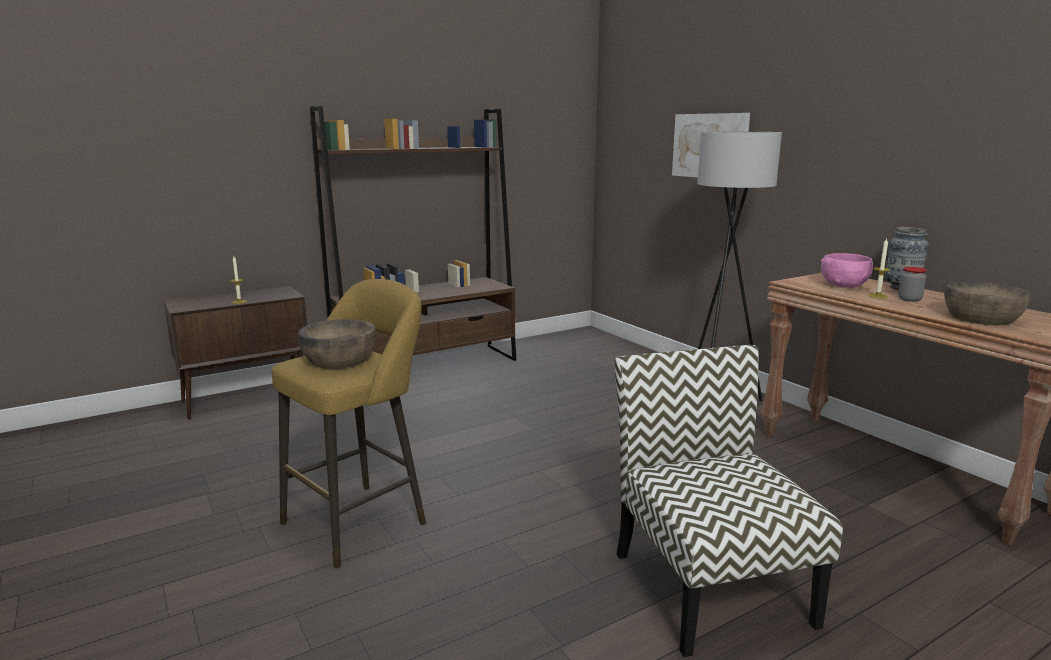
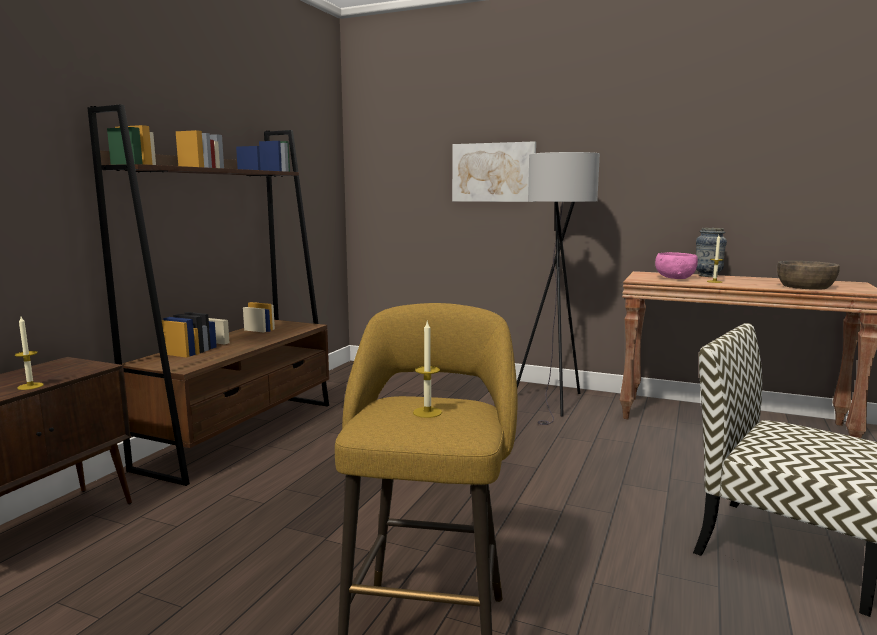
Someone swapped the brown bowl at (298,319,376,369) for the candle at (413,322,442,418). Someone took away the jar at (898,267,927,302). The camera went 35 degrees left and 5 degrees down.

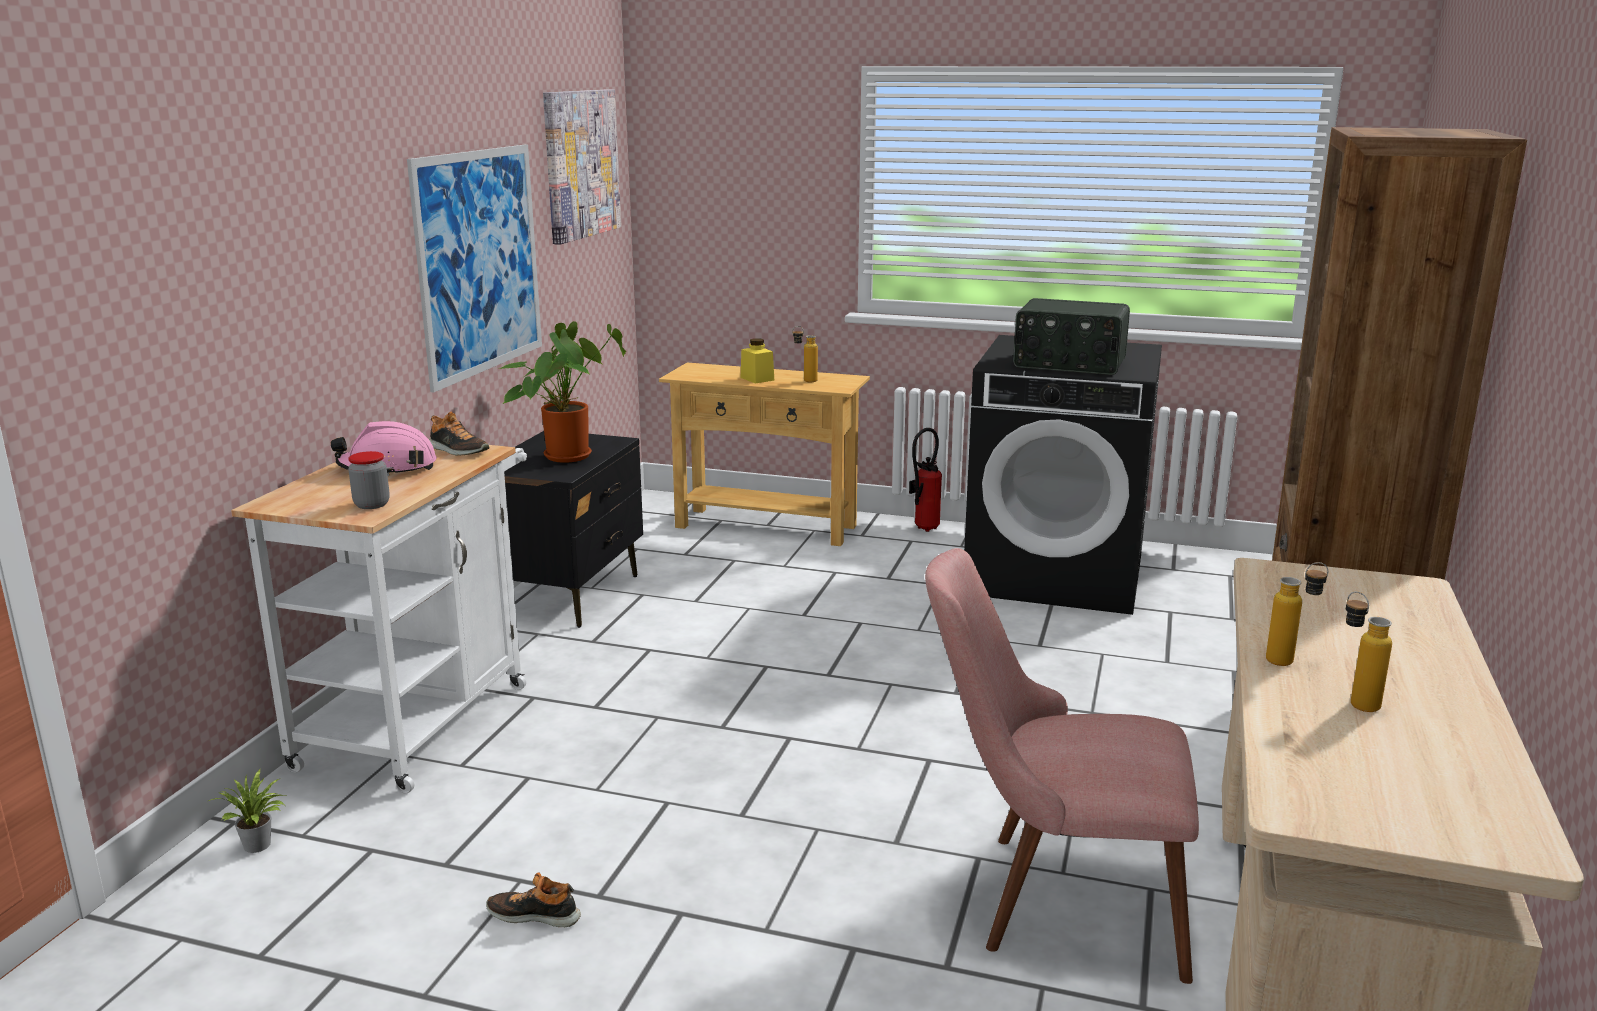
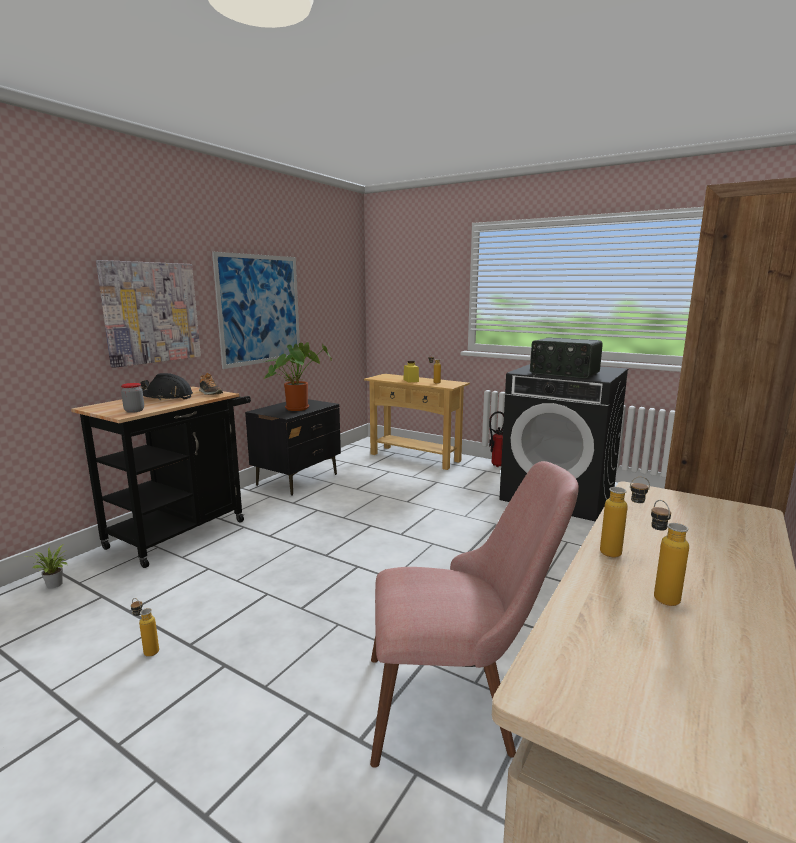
Someone repainted the white cart at (231,445,527,793), which became the black cart at (71,387,251,568). Someone carried the picture from (543,89,621,245) to (96,260,201,368). Someone swapped the shoe at (486,872,581,927) for the bottle at (131,598,159,657). Someone repainted the pink hard hat at (331,421,437,476), which became the black hard hat at (140,373,193,400). Someone rotated the pink chair at (925,548,1199,984) by 150 degrees clockwise. The camera went 15 degrees right and 5 degrees down.

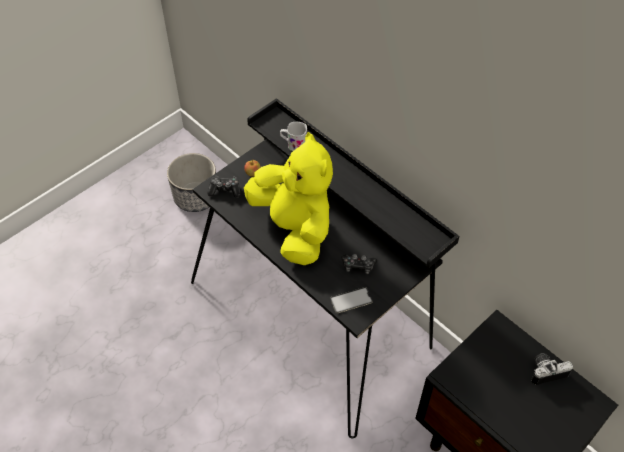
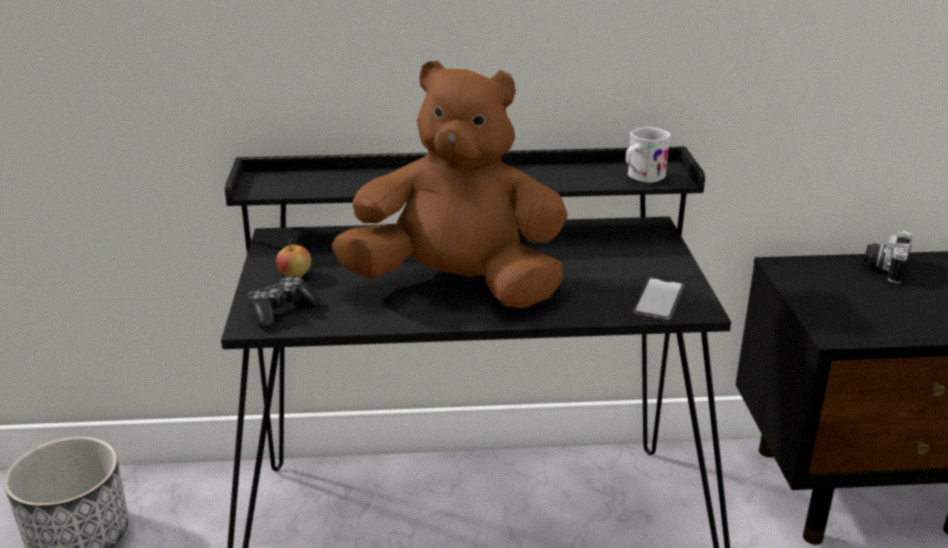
Someone repainted the yellow plush toy at (244,132,333,265), which became the brown plush toy at (331,60,568,308). Someone carried the white mug from (280,122,307,151) to (626,127,671,183). Someone took away the game controller at (341,254,377,274). The camera went 50 degrees left and 25 degrees down.

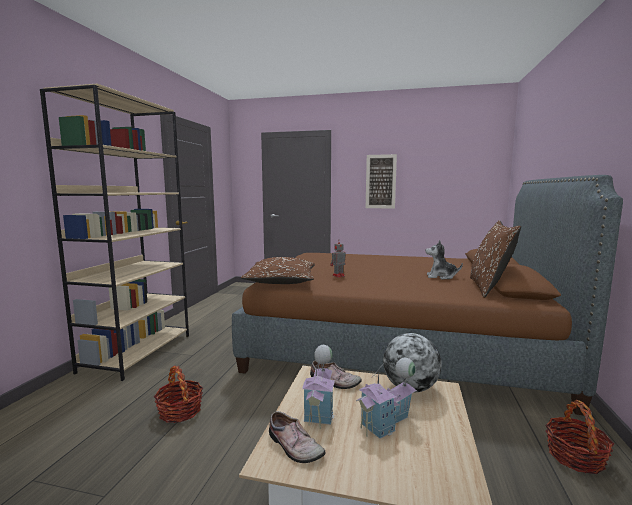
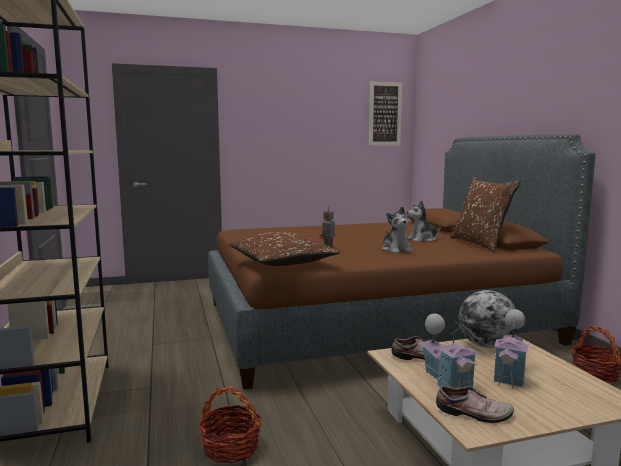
Someone carried the picture from (366,154,397,209) to (369,81,402,145). Someone put down the plush toy at (382,206,413,253). The camera went 30 degrees left and 0 degrees up.

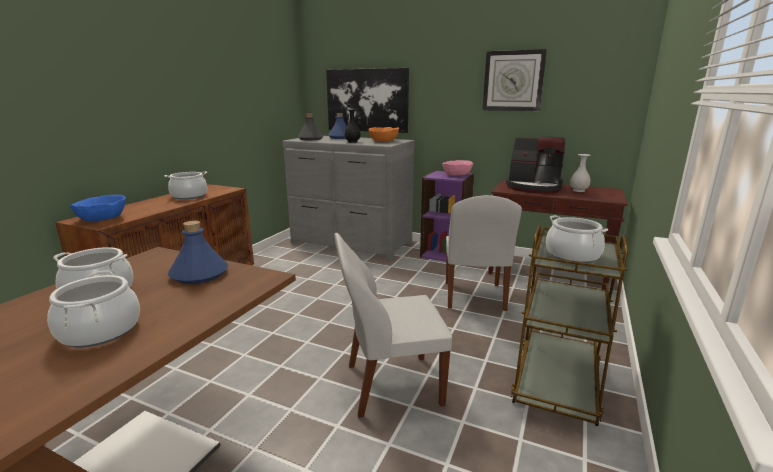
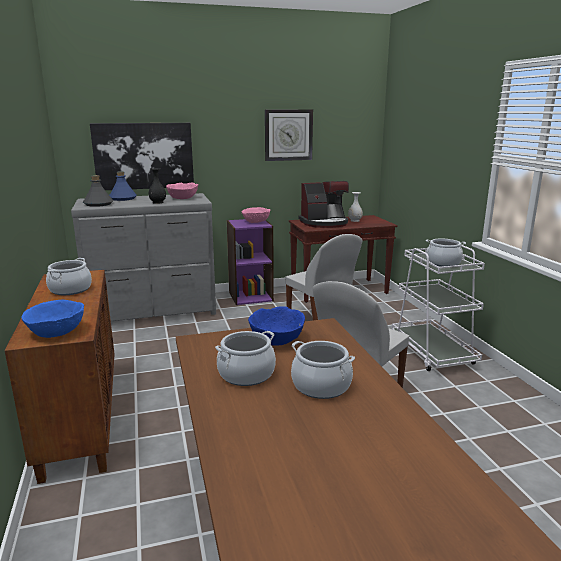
Someone repainted the orange bowl at (368,127,399,142), which became the pink bowl at (166,183,198,199). Someone swapped the blue bottle at (168,221,228,284) for the blue bowl at (248,306,305,346). Someone repainted the brown cart at (510,225,628,426), which became the white cart at (392,245,485,371). The camera went 40 degrees left and 0 degrees up.

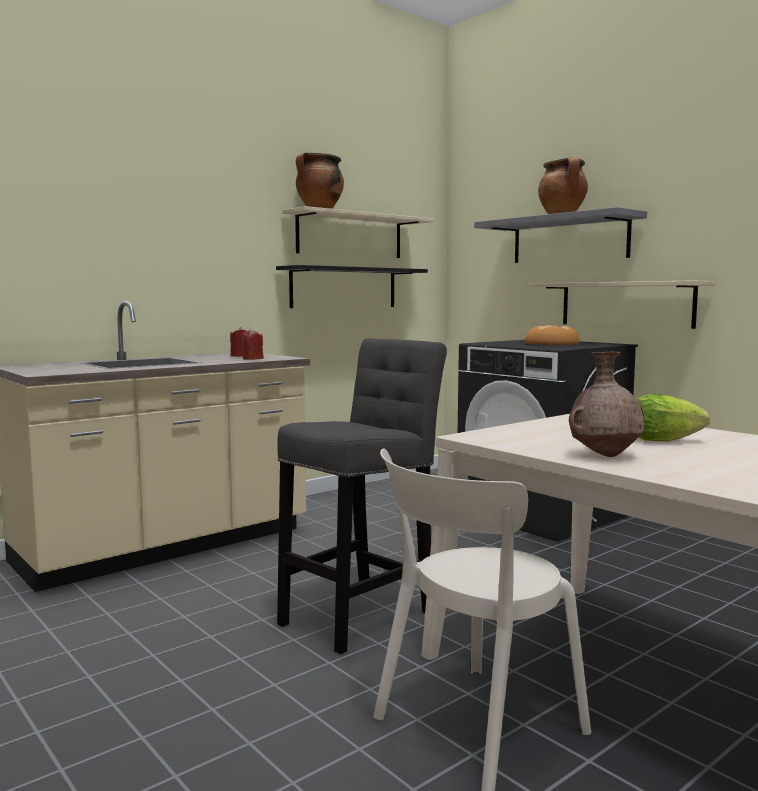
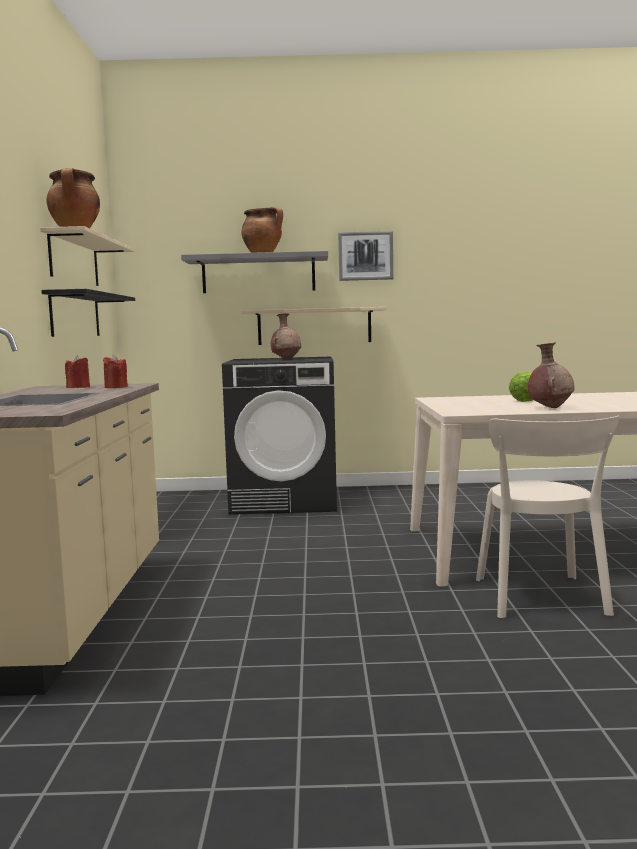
Someone swapped the bread at (525,325,580,345) for the brown vase at (271,313,301,359). Someone put up the picture at (338,231,393,281). Someone took away the grey stool at (277,339,447,654). The camera went 50 degrees left and 0 degrees up.

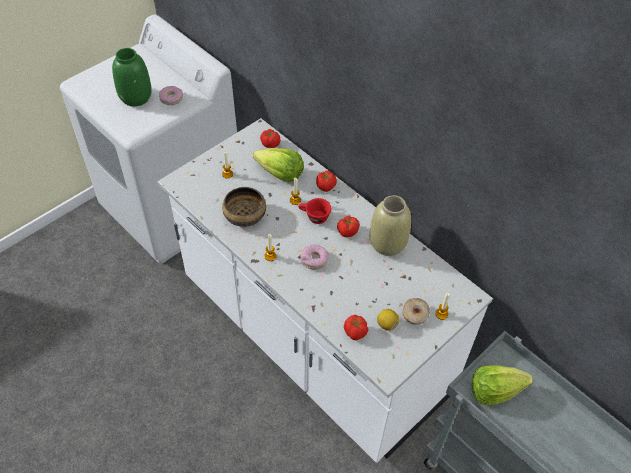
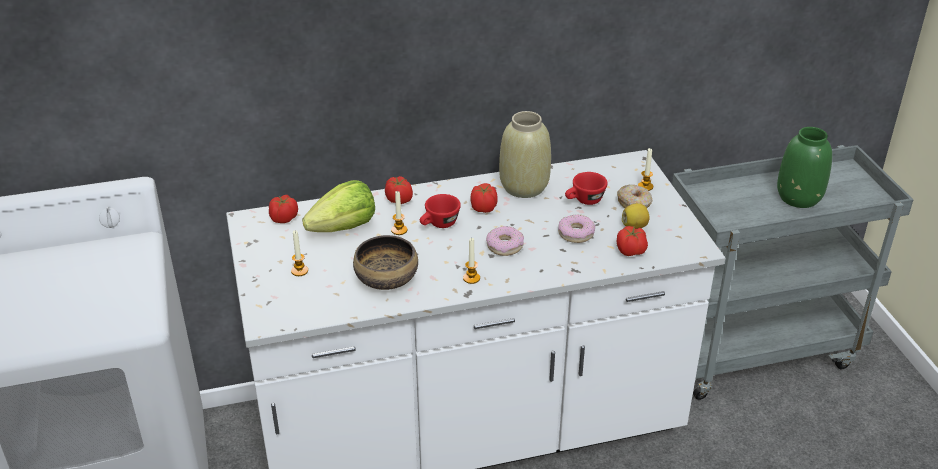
Someone carried the donut from (159,86,183,105) to (558,214,595,243). Someone put down the red cup at (565,172,608,205). Someone carried the green vase from (112,48,152,107) to (777,127,832,208). Someone took away the lettuce at (472,365,533,405). The camera went 60 degrees left and 15 degrees down.

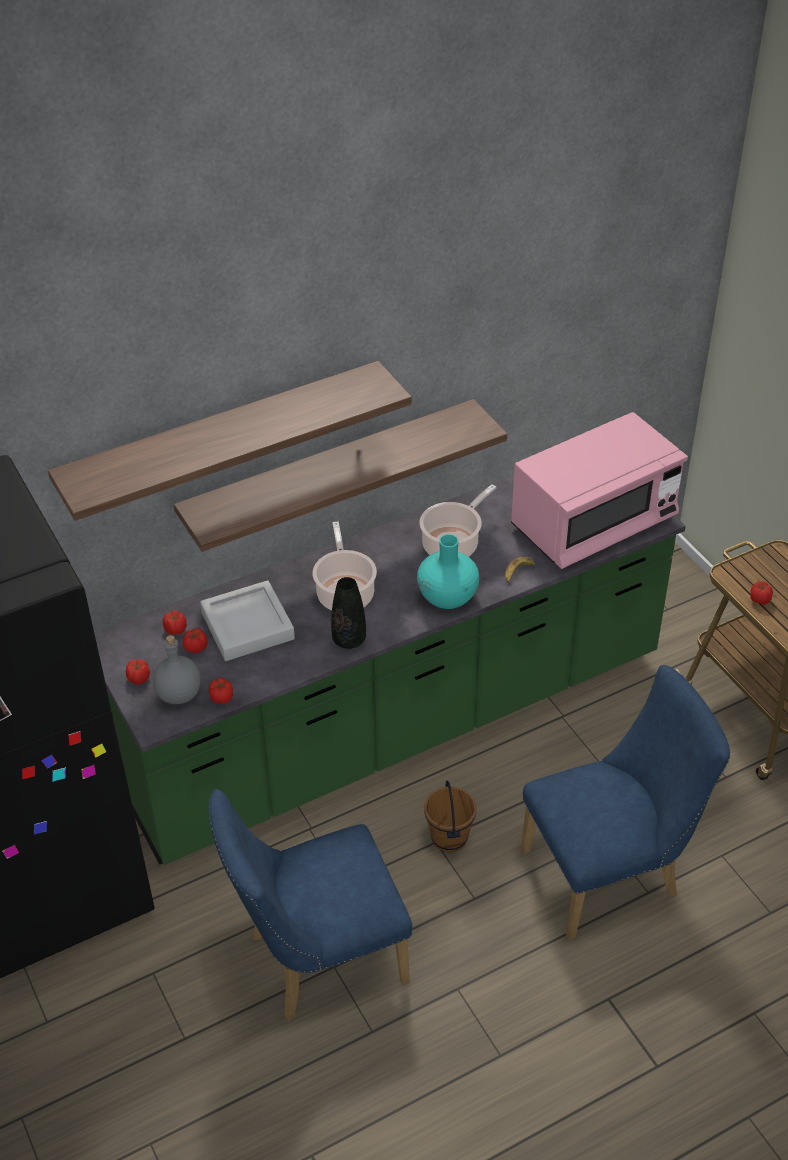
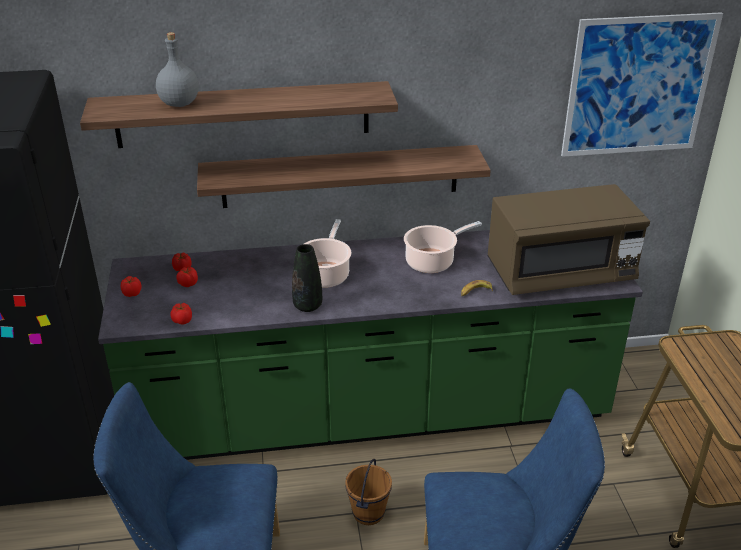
Someone carried the grey bottle from (153,635,201,704) to (156,32,199,107). Someone repainted the pink microwave at (511,412,688,569), which became the brown microwave at (488,184,650,295). Someone put up the picture at (561,12,723,157). Someone took away the grey tray at (200,580,295,661). Someone took away the turquoise vase at (417,534,479,609). Someone took away the tomato at (750,581,773,605). The camera went 20 degrees right and 10 degrees down.

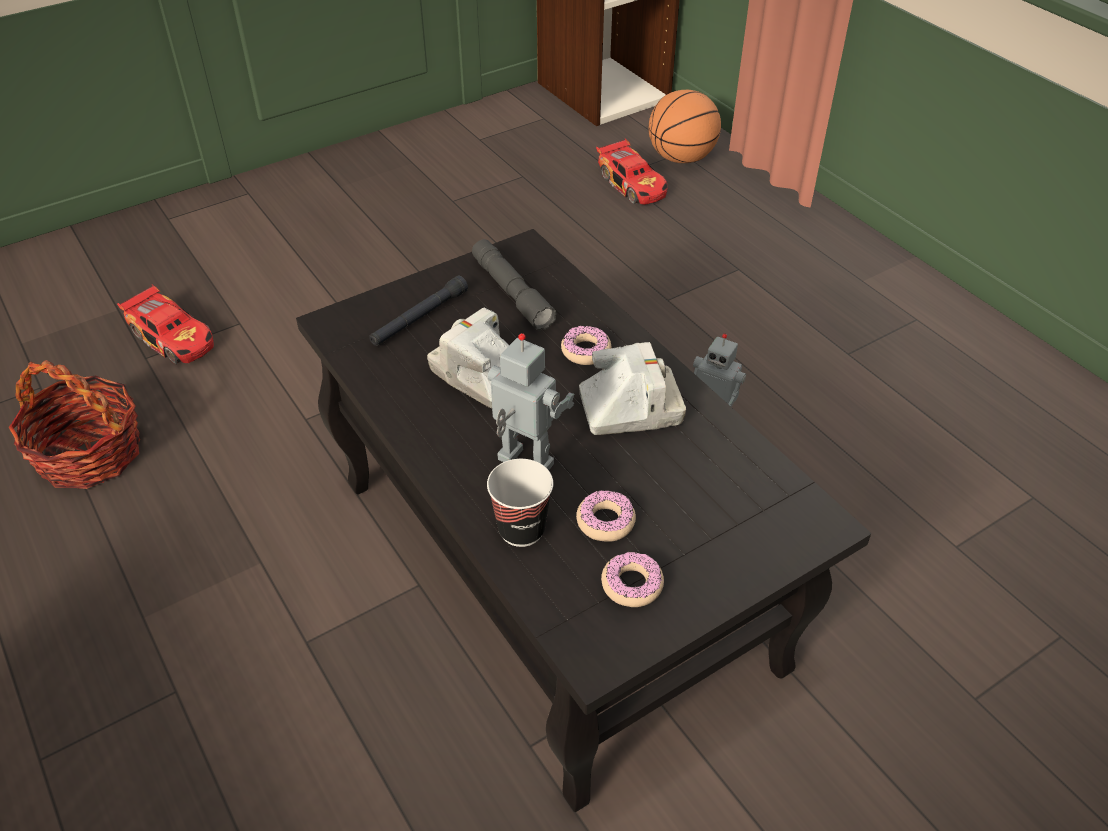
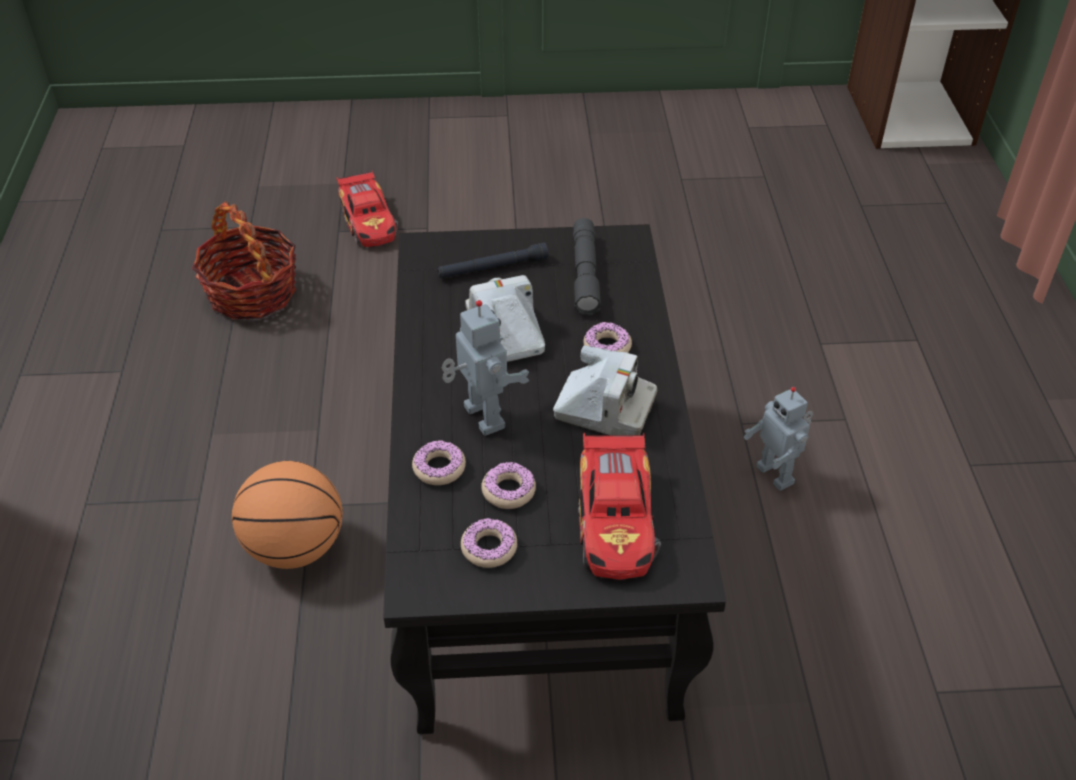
Someone carried the basketball from (649,90,721,163) to (232,461,343,569). Someone swapped the cup at (487,459,553,547) for the donut at (412,440,466,485). Someone carried the toy car from (596,139,667,205) to (578,432,661,580). The camera went 30 degrees right and 0 degrees up.

